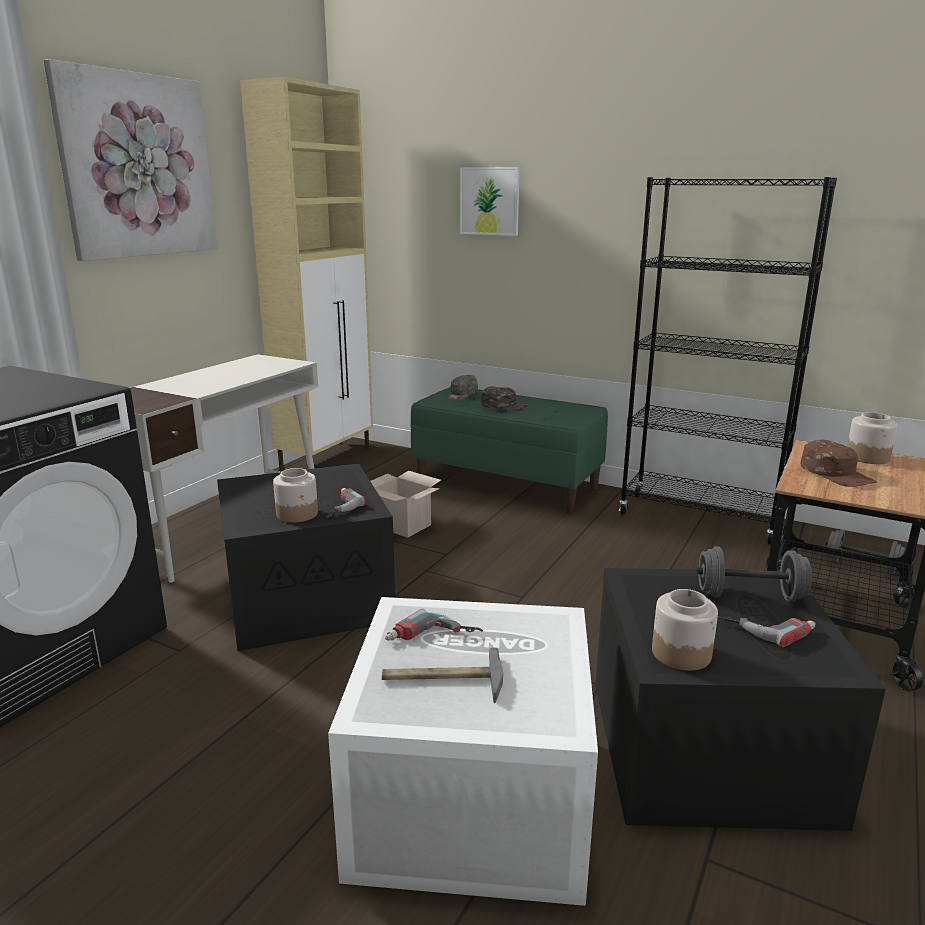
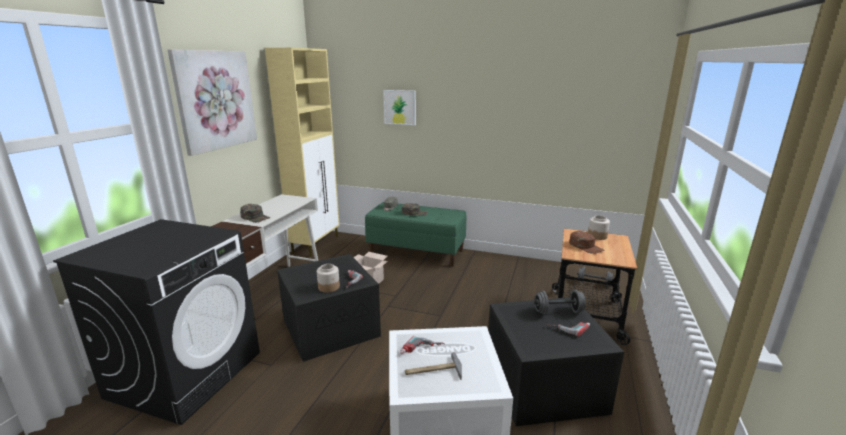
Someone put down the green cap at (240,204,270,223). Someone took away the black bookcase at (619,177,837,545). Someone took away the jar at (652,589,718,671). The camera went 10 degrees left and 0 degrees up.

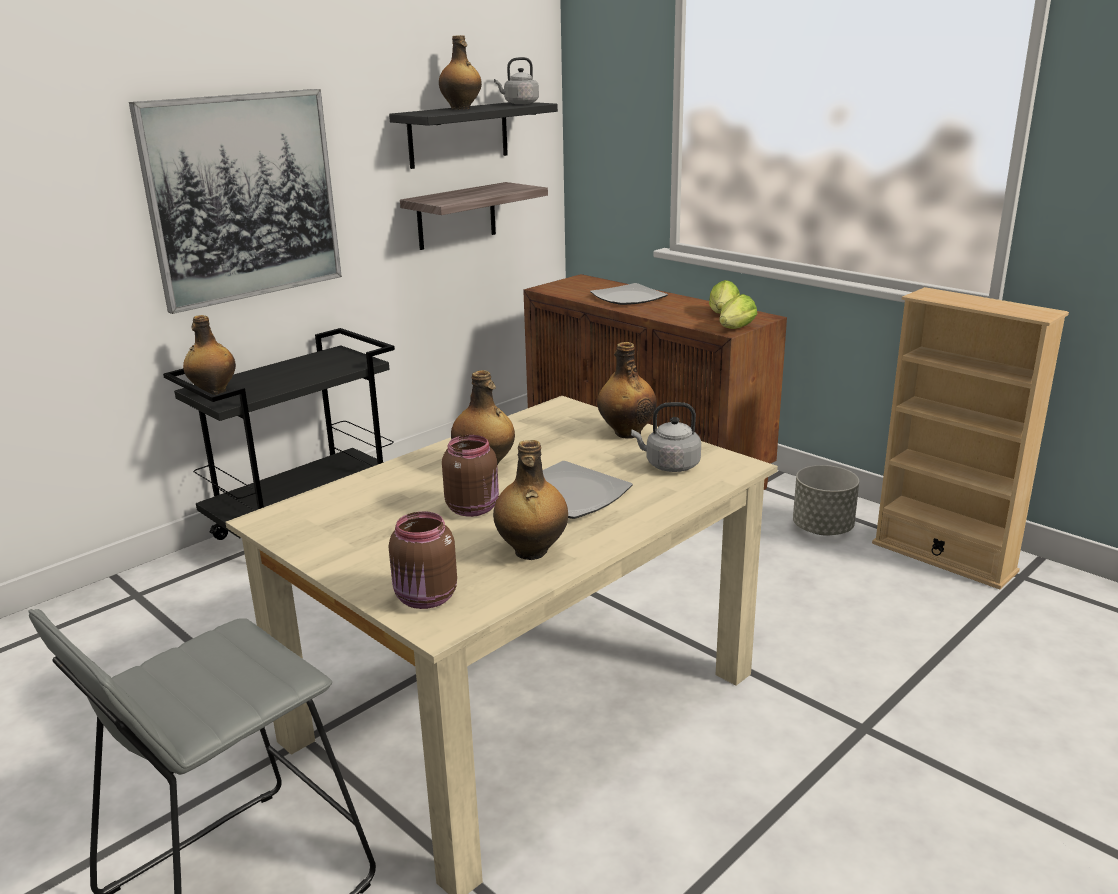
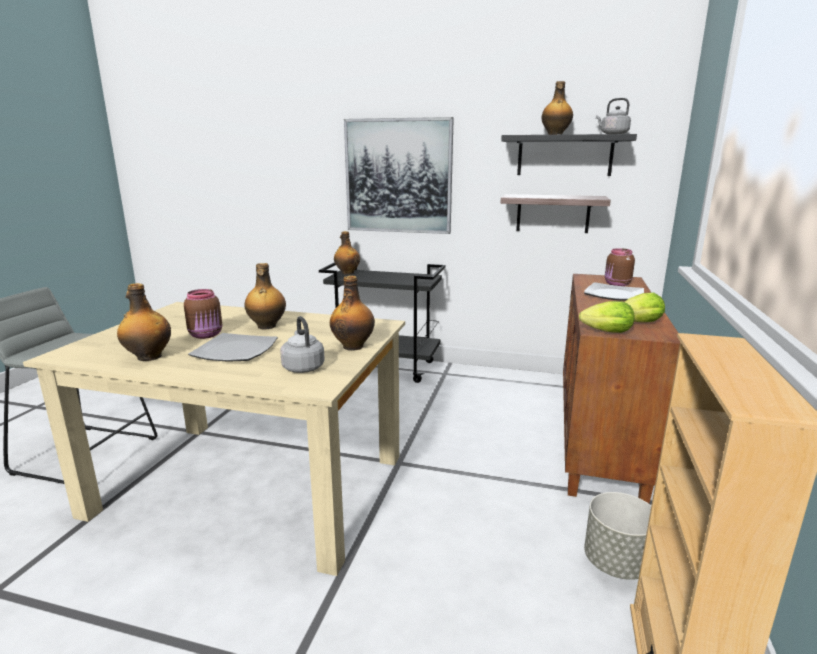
Someone carried the brown jar from (389,511,457,609) to (605,248,635,286). The camera went 60 degrees right and 5 degrees down.

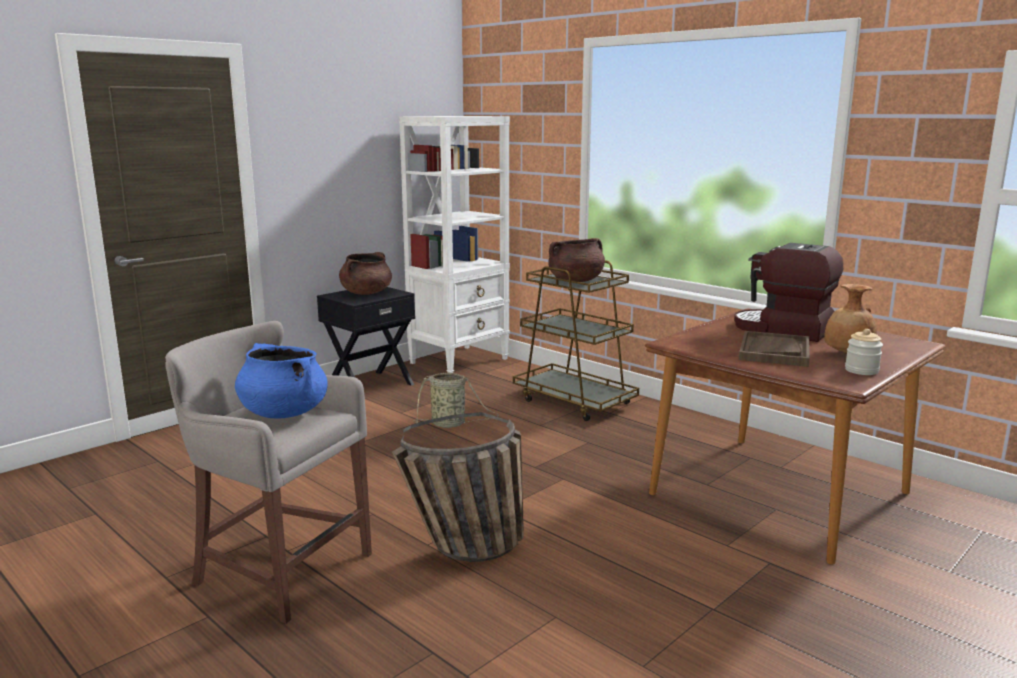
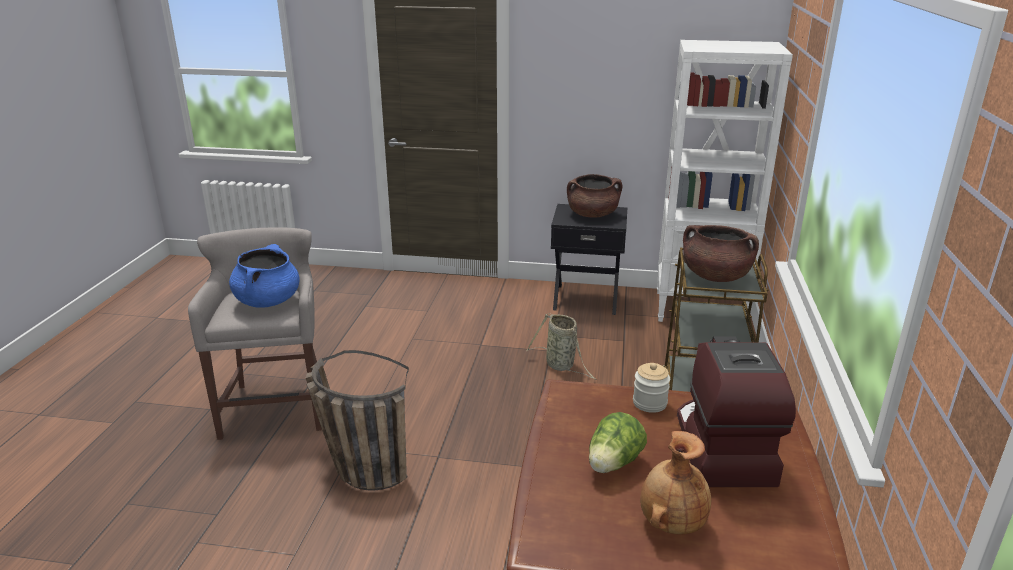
Someone swapped the brown tray at (739,331,810,367) for the lettuce at (589,412,647,473). Someone carried the jar from (845,329,883,375) to (633,363,670,413). The camera went 55 degrees right and 10 degrees up.

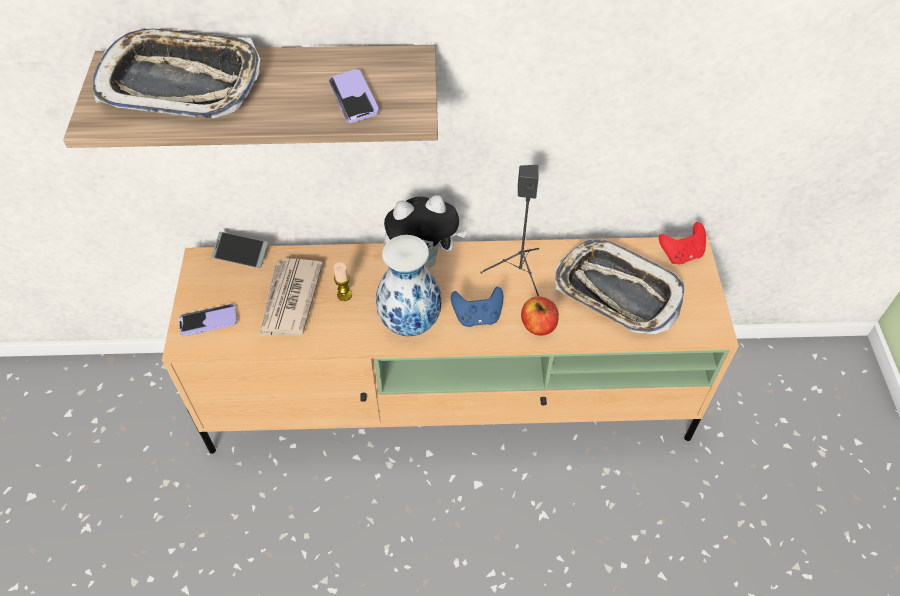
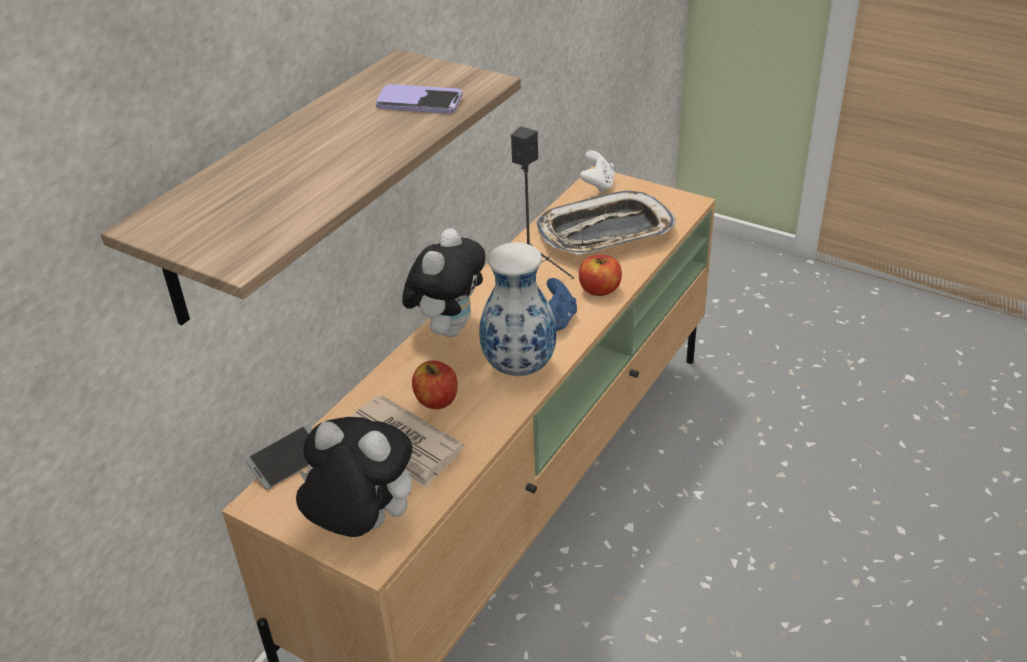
Someone swapped the phone at (179,304,237,336) for the plush toy at (296,417,412,537). Someone swapped the candle at (333,262,352,301) for the apple at (412,360,458,409). Someone repainted the red game controller at (659,222,706,264), which became the white game controller at (580,150,615,194). Someone took away the tray at (93,29,260,118). The camera went 55 degrees left and 15 degrees down.

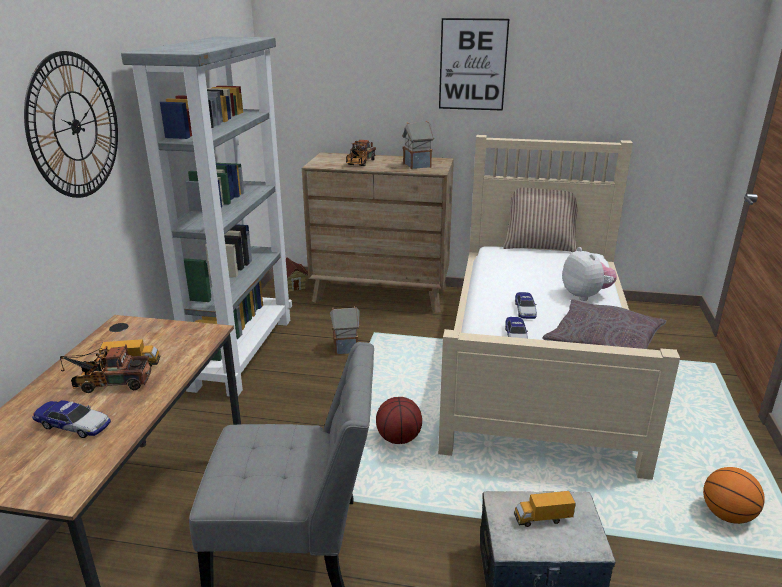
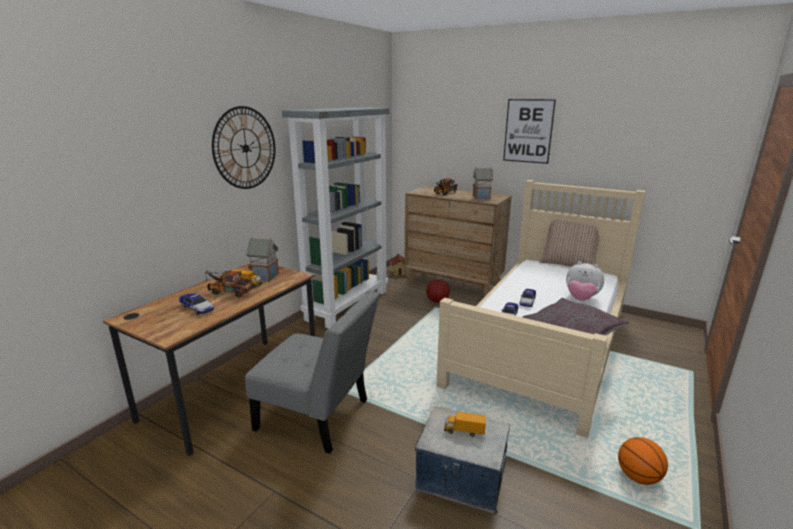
Someone carried the toy house from (330,306,360,355) to (246,237,279,282). Someone carried the basketball from (376,397,422,444) to (426,279,450,303). Someone rotated the plush toy at (562,247,617,301) by 120 degrees clockwise. The camera went 20 degrees right and 5 degrees down.

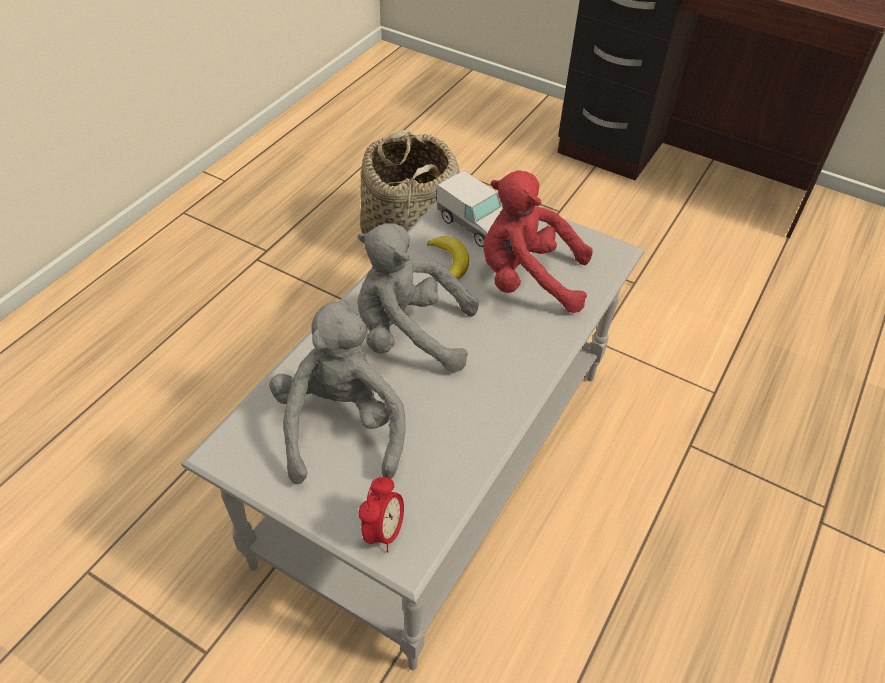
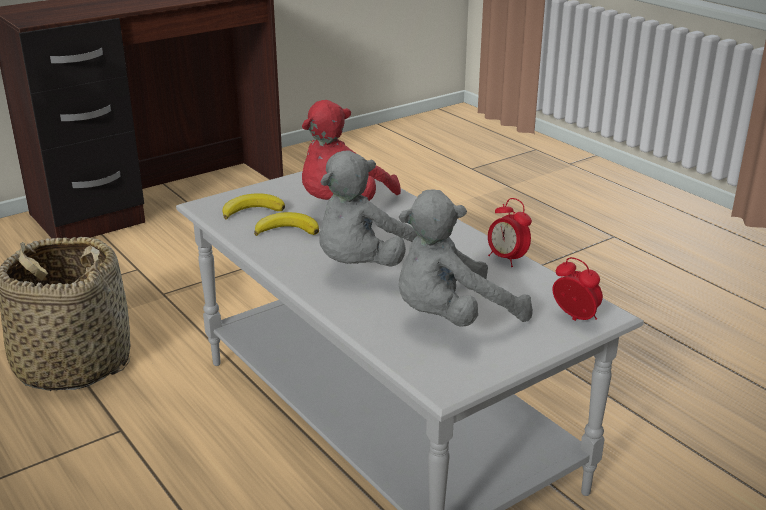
Someone swapped the toy truck at (437,170,503,247) for the banana at (223,193,285,220). Someone rotated the grey plush toy at (269,300,406,484) by 45 degrees counterclockwise. Someone put down the alarm clock at (488,198,532,267). The camera went 65 degrees left and 20 degrees down.

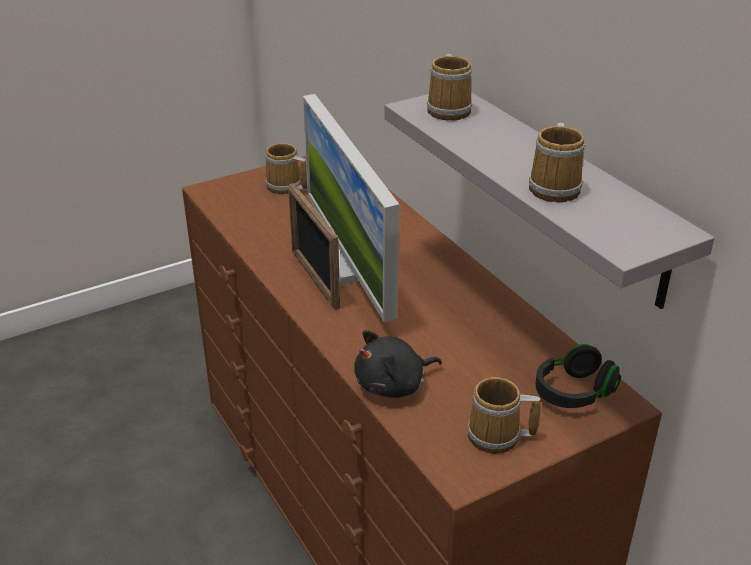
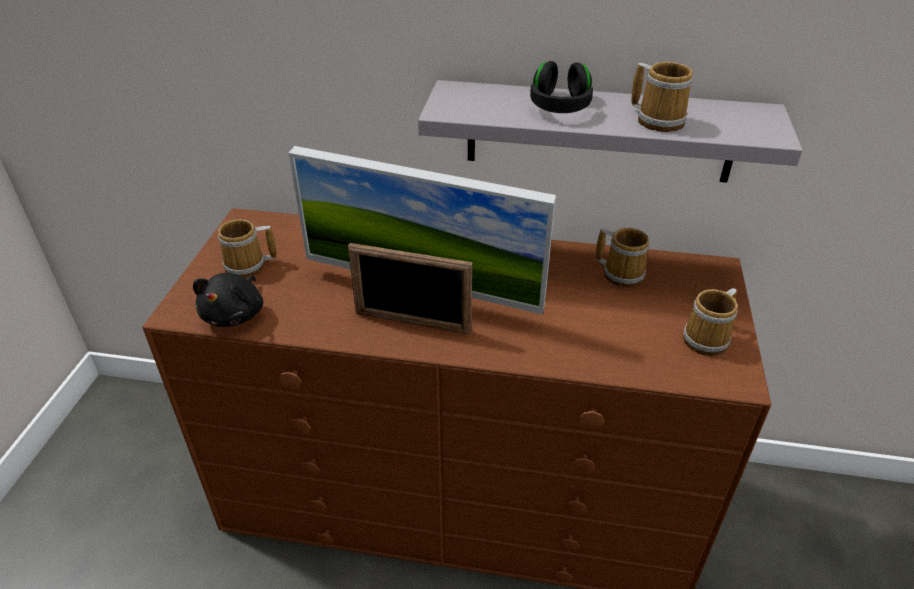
Someone carried the black plush toy from (354,330,442,398) to (193,273,263,327). Someone carried the black headphones from (535,344,621,408) to (530,61,593,113). Someone carried the mug from (427,54,472,121) to (596,228,650,287). The camera went 50 degrees left and 5 degrees up.

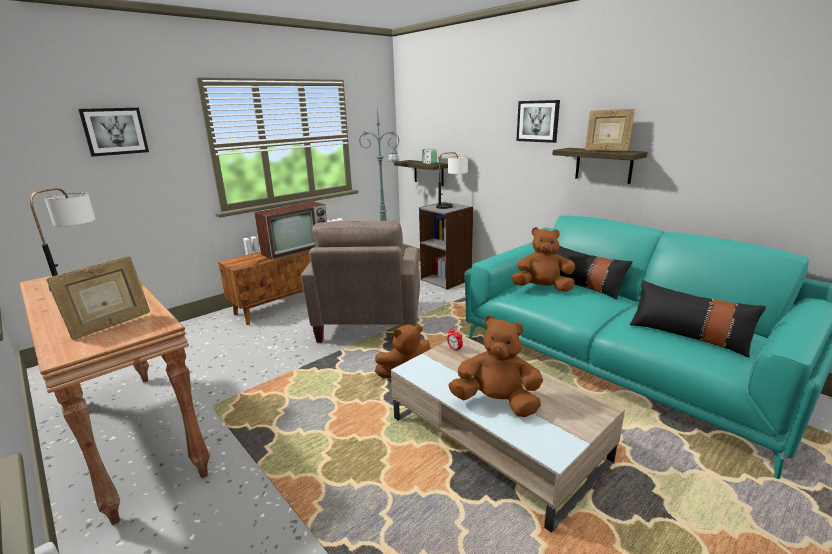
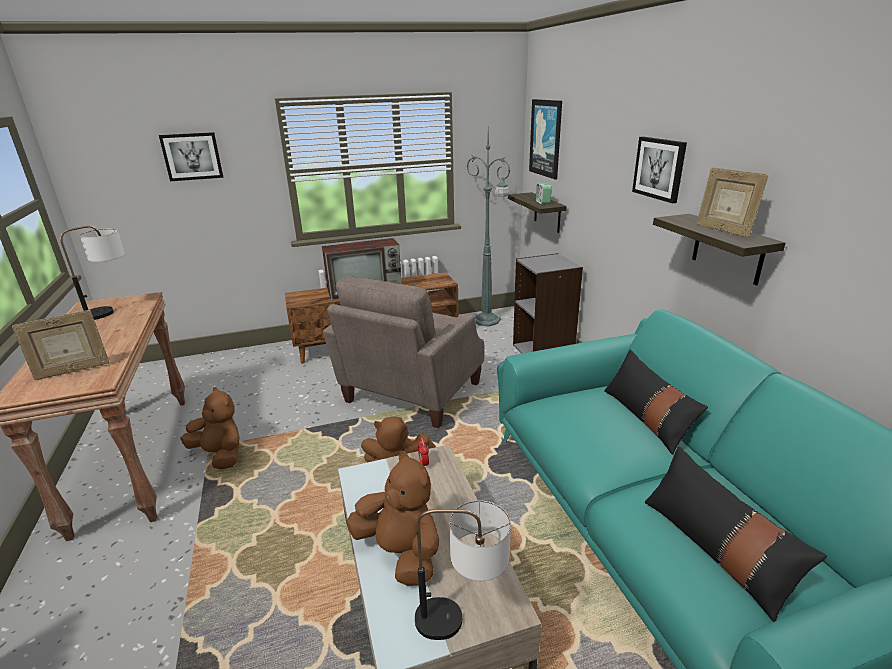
Someone carried the brown plush toy from (511,227,575,292) to (180,387,239,470). Someone carried the table lamp from (436,152,468,209) to (415,500,511,640). Someone put up the picture at (529,99,562,180). The camera went 25 degrees right and 5 degrees up.

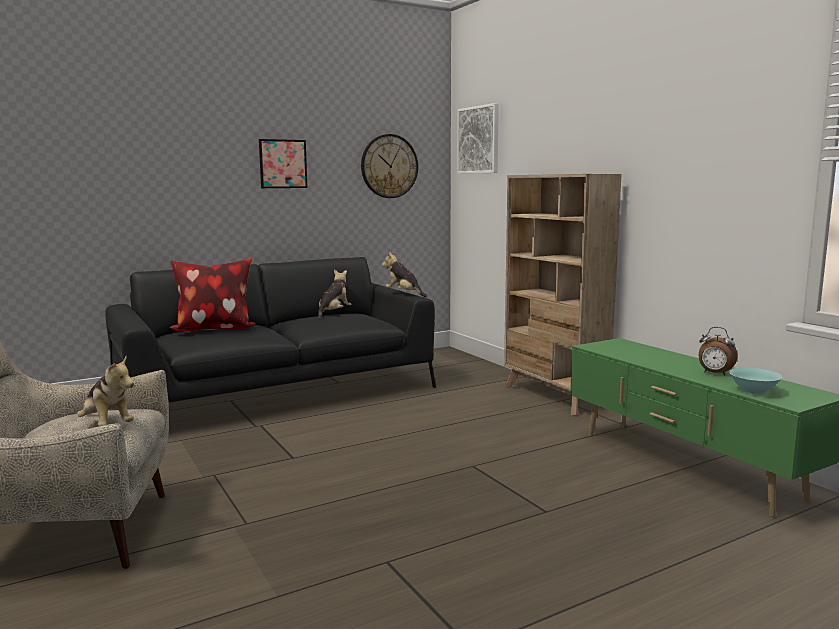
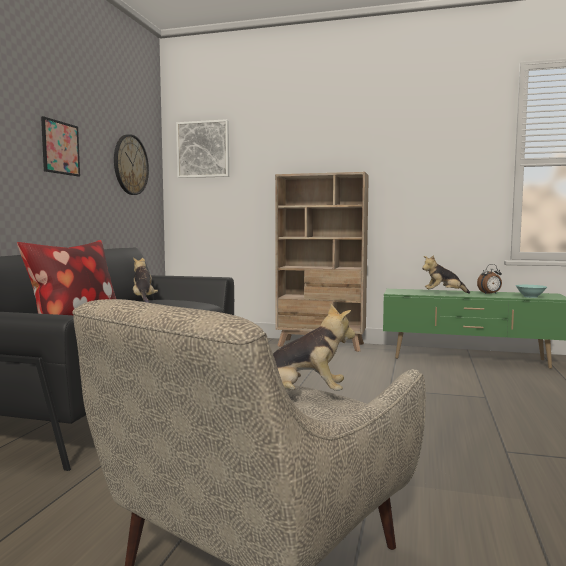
Someone carried the plush toy from (382,252,428,297) to (422,255,470,294). The camera went 45 degrees left and 5 degrees down.

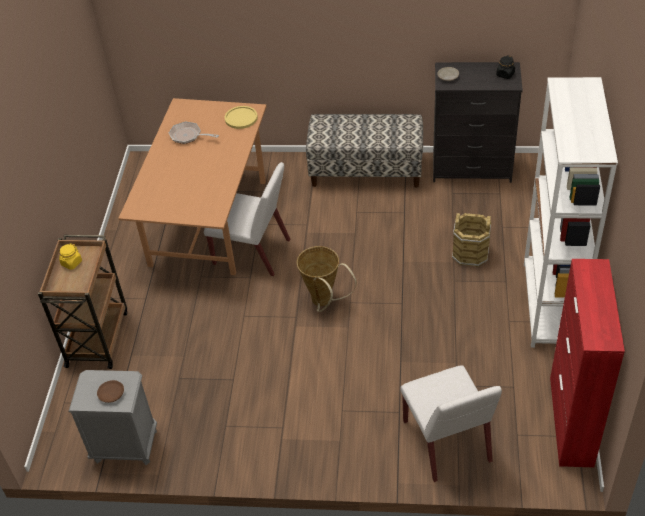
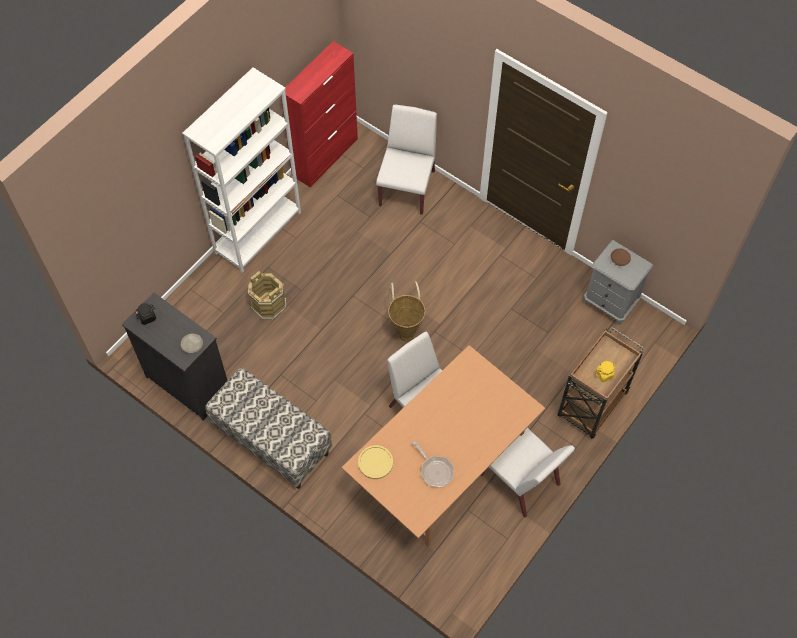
Someone put down the white chair at (481,428,575,518). The camera went 150 degrees left and 15 degrees up.

